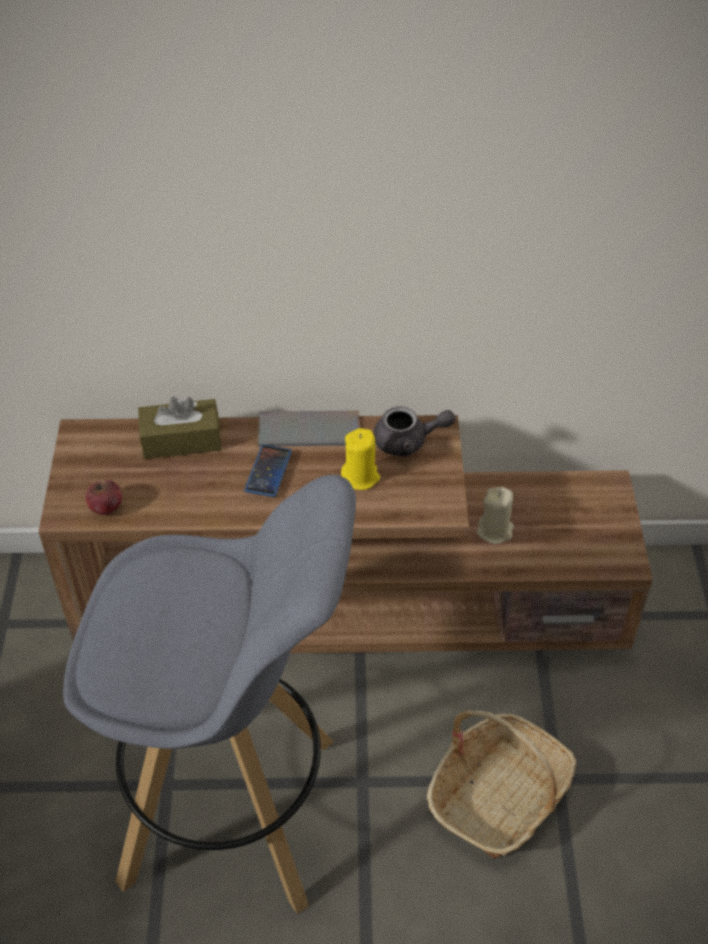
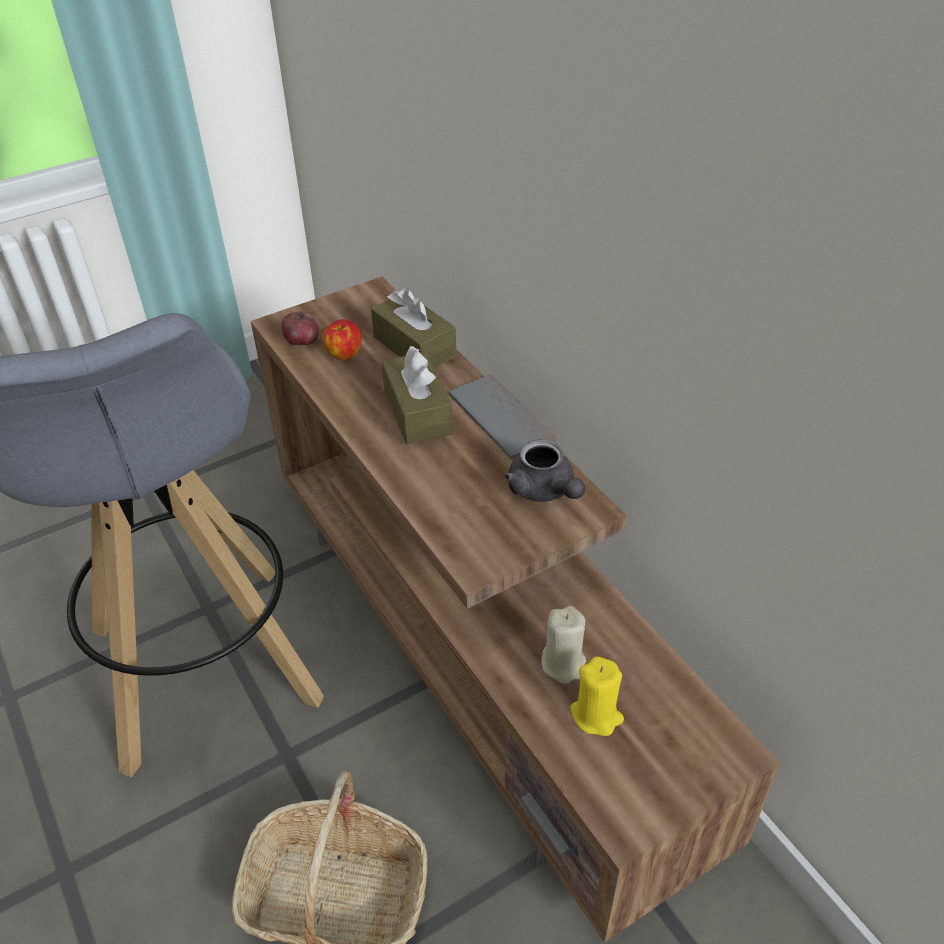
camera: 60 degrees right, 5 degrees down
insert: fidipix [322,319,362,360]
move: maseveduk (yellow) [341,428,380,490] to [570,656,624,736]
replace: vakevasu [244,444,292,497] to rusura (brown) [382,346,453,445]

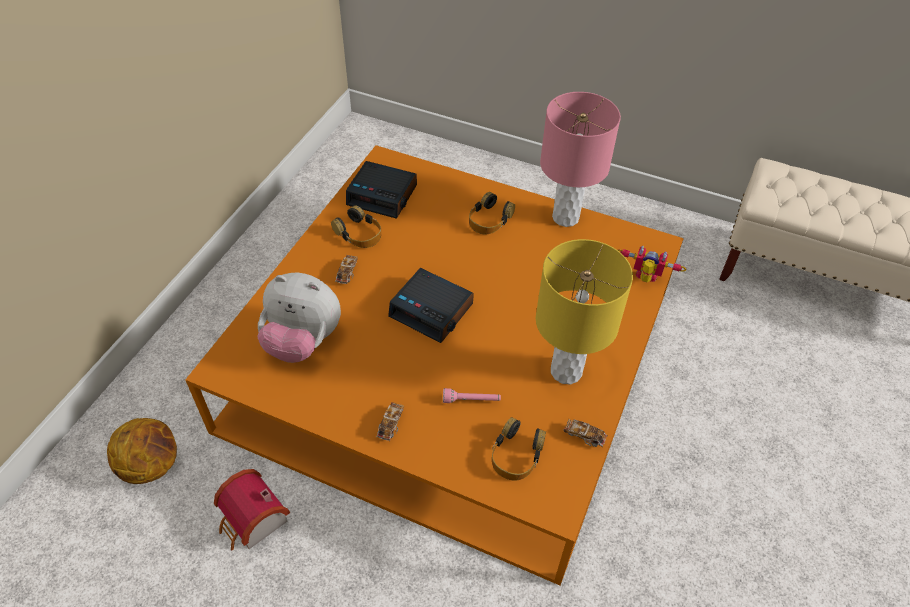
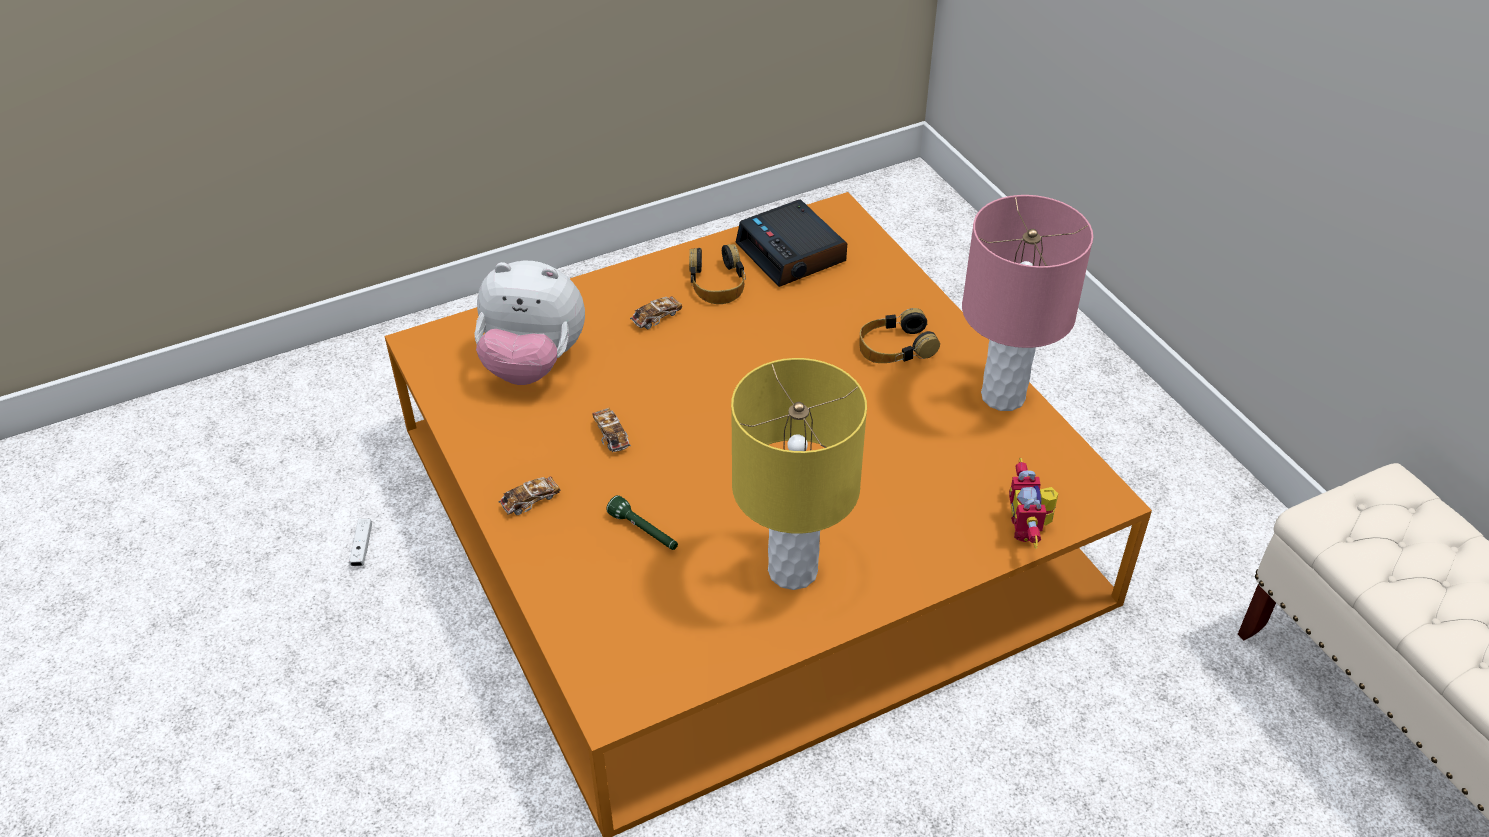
camera: 40 degrees right, 5 degrees down
delete: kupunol [107,418,177,484]; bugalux [388,268,474,343]; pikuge [492,417,546,480]
move: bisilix [563,419,608,447] to [592,408,631,452]
replace: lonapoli [214,469,290,550] to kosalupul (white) [349,519,372,566]
recolor: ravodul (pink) [443,388,501,403] to ravodul (green) [606,495,678,550]
rotate: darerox [257,273,341,363] = [474,261,585,385] 45 degrees counterclockwise; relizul [618,246,686,282] = [1009,458,1058,548] 150 degrees counterclockwise

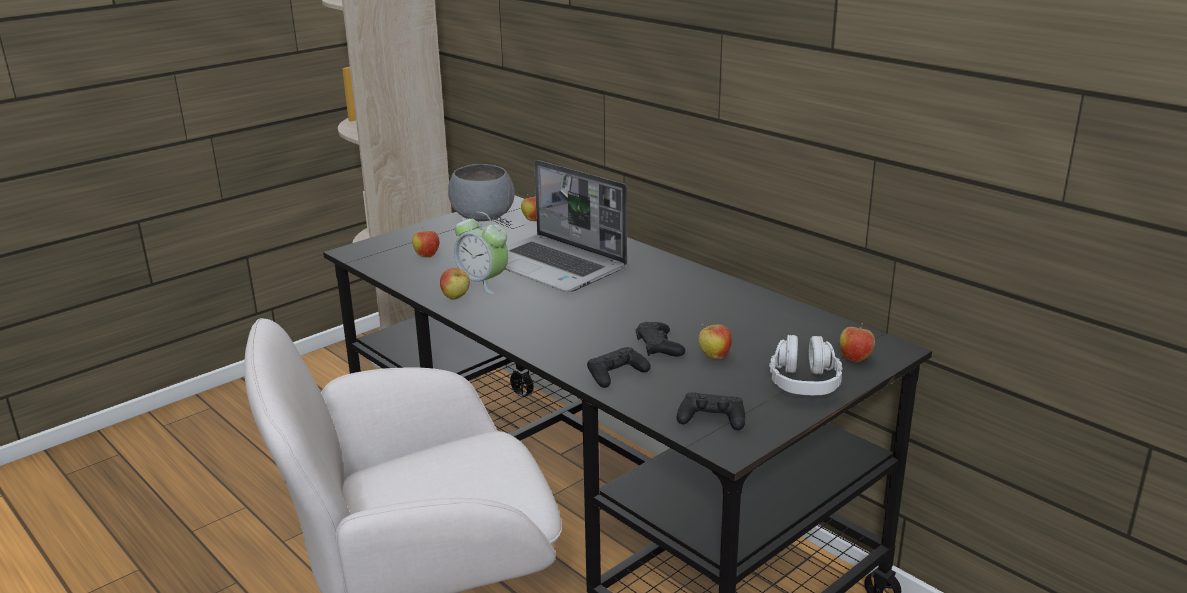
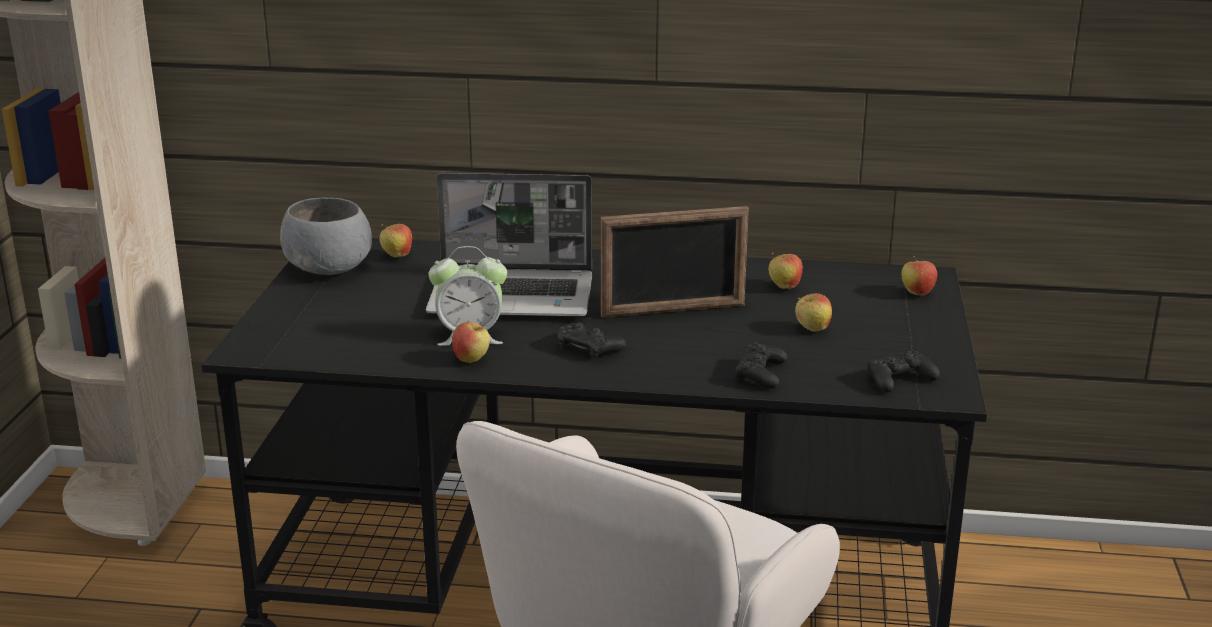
camera: 40 degrees left, 0 degrees up
delete: pikuge (grey) [769,335,842,395]
insert: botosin [601,206,749,318]
move: fidipix [412,227,439,258] to [768,253,803,289]; kosalupul (black) [636,322,685,357] to [557,323,626,359]

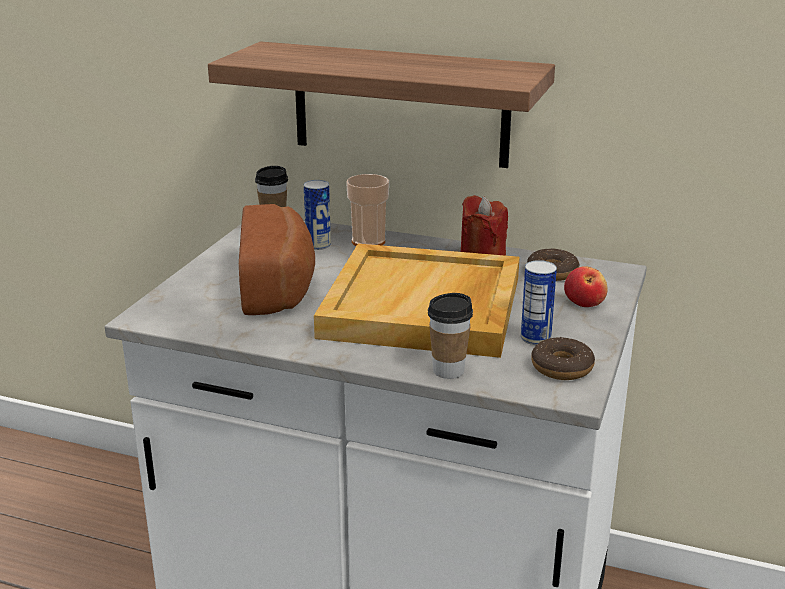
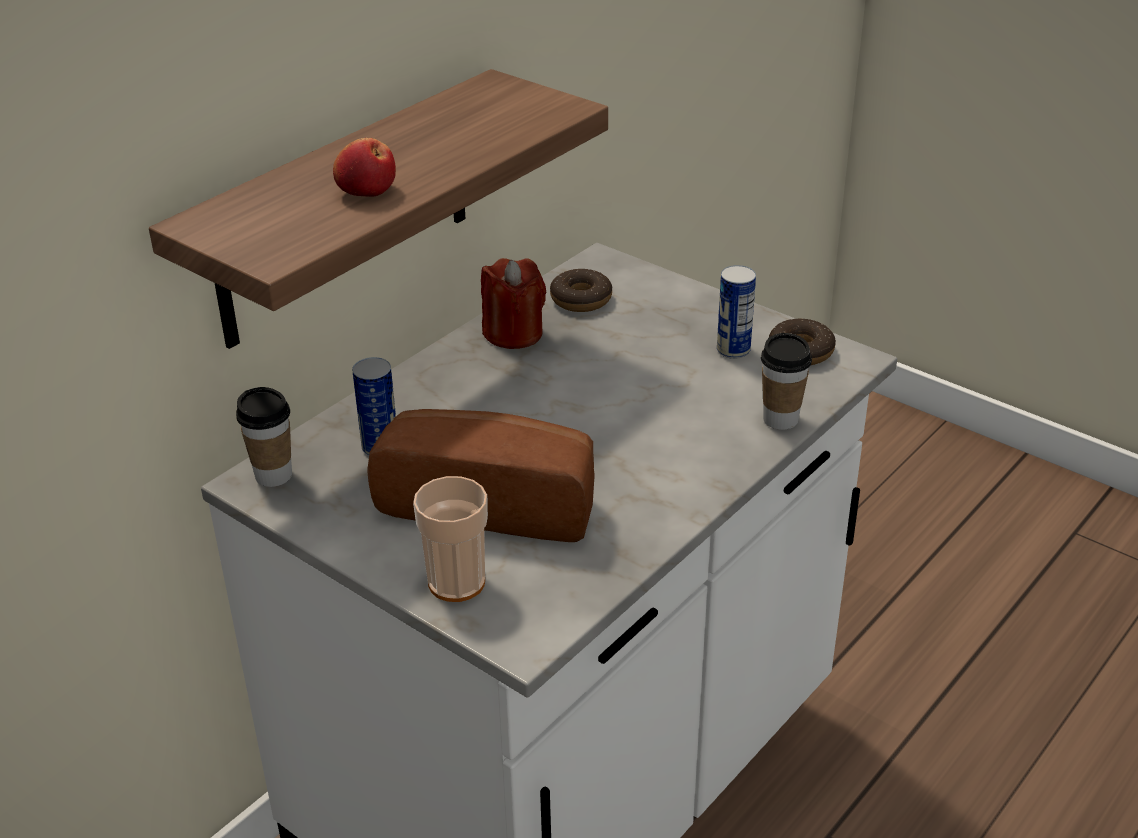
camera: 70 degrees left, 10 degrees up
delete: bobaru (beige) [314,244,520,358]
move: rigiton [346,174,389,246] to [413,476,488,602]; fidipix [564,266,608,307] to [333,138,396,197]

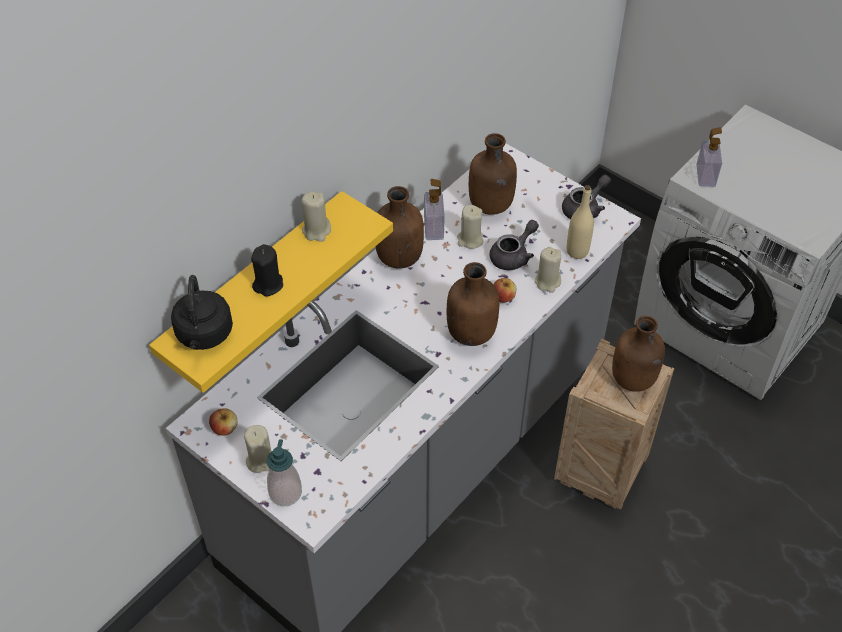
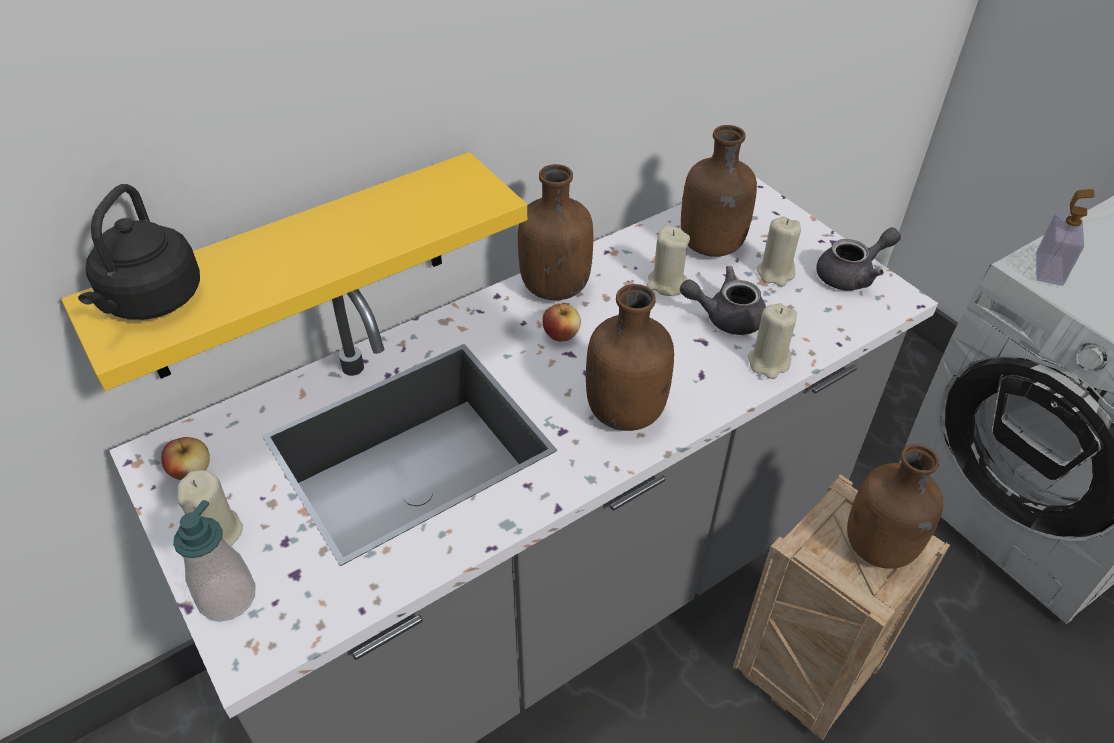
camera: 15 degrees right, 5 degrees down
delete: maseveduk (black) [251,244,283,297]; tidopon [424,179,445,240]; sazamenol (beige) [567,185,594,259]
move: maseveduk (beige) [302,191,331,242] to [757,217,801,287]; fidipix [494,278,517,303] to [542,303,581,341]
rotate: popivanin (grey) [490,220,539,270] = [680,266,766,335] 150 degrees counterclockwise

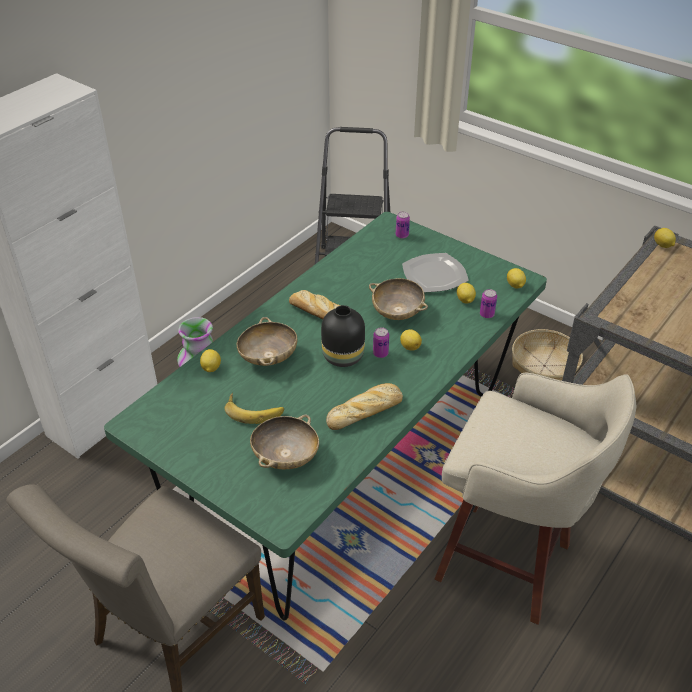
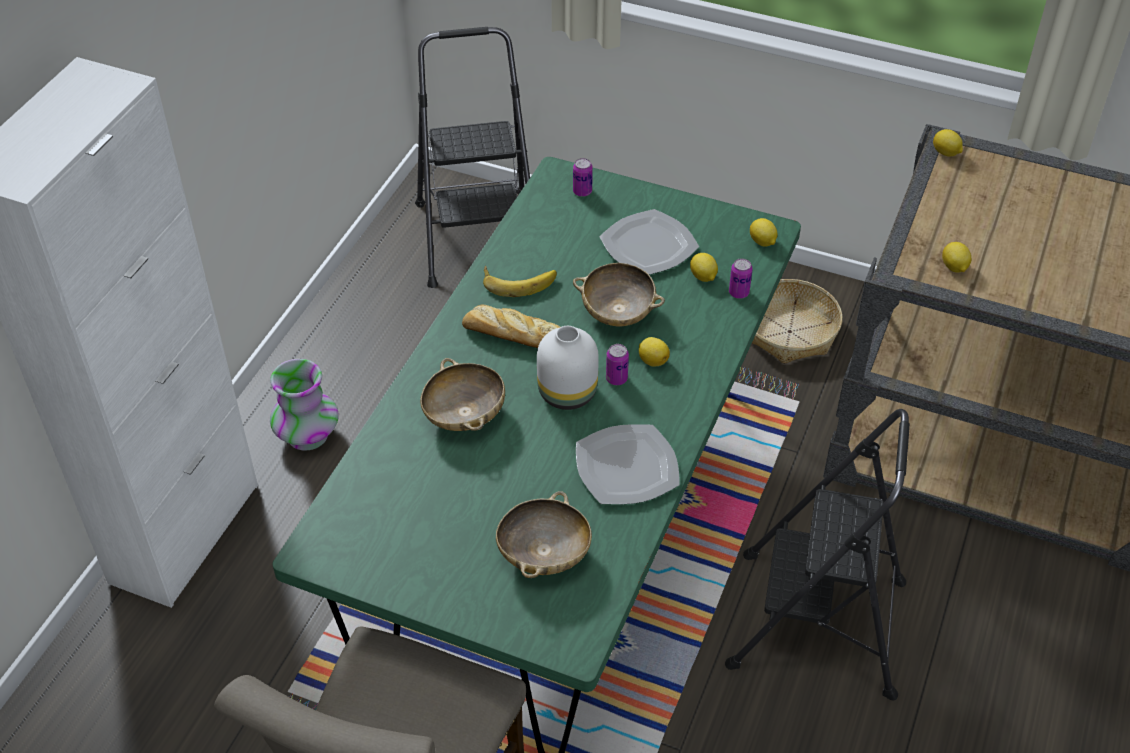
camera: 15 degrees left, 5 degrees up
move: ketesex [200,349,221,372] to [942,242,971,273]; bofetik [224,393,284,424] to [483,266,557,297]
replace: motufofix [326,383,403,430] to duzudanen [576,424,680,504]; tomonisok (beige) [435,373,636,625] to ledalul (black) [725,409,910,700]
recolor: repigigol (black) [321,305,365,367] to repigigol (white) [537,326,599,410]

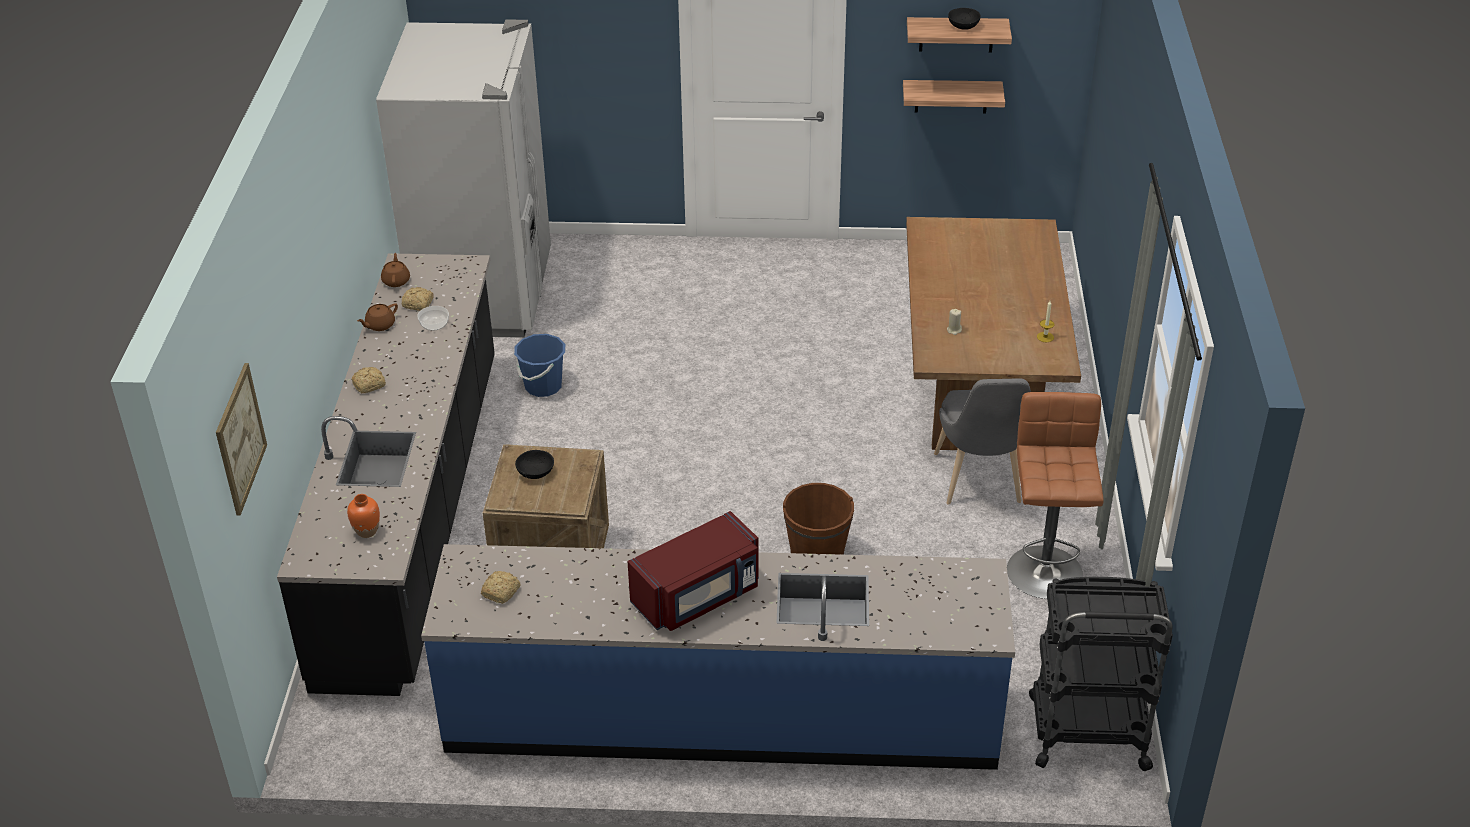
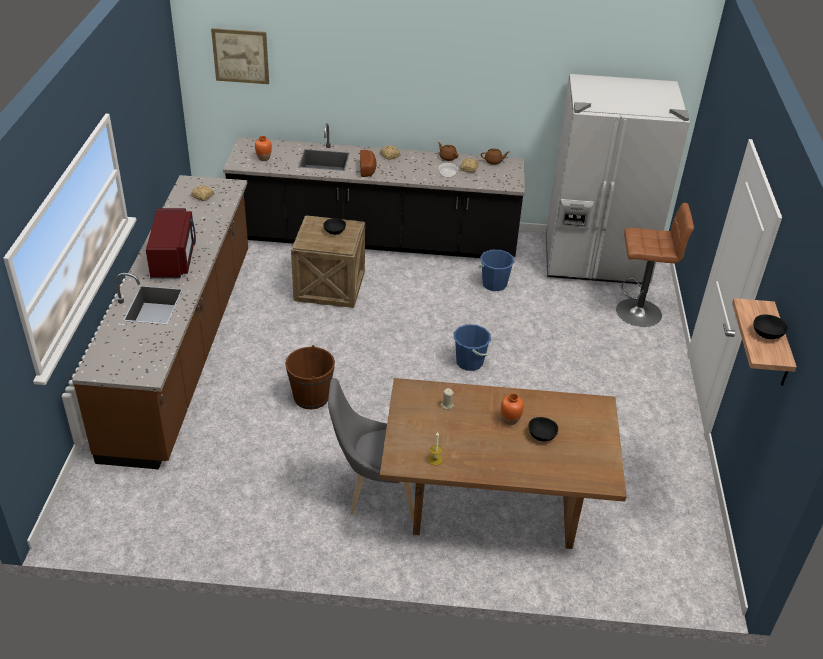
camera: 90 degrees right, 0 degrees up
delete: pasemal [903,80,1005,114]; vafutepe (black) [1029,577,1173,771]
insert: motufofix [360,150,377,177]; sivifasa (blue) [453,324,491,371]; repigigol (orange) [501,393,524,425]; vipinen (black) [528,417,558,442]
move: tomonisok (brown) [1007,392,1104,599] to [616,203,694,327]
recolor: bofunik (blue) [421,544,1015,770] to bofunik (brown) [72,175,248,469]
rotate: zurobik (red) [627,511,759,631] = [146,208,196,278] 150 degrees counterclockwise

